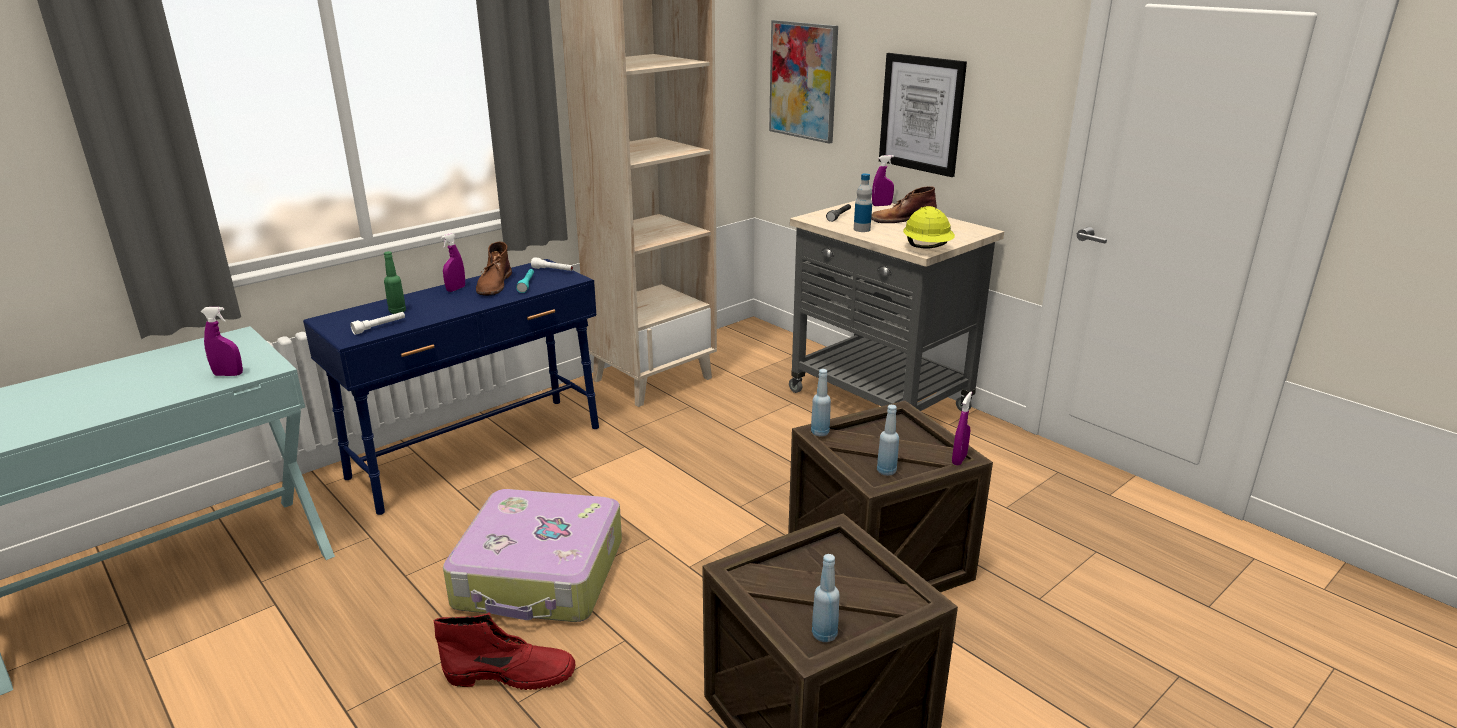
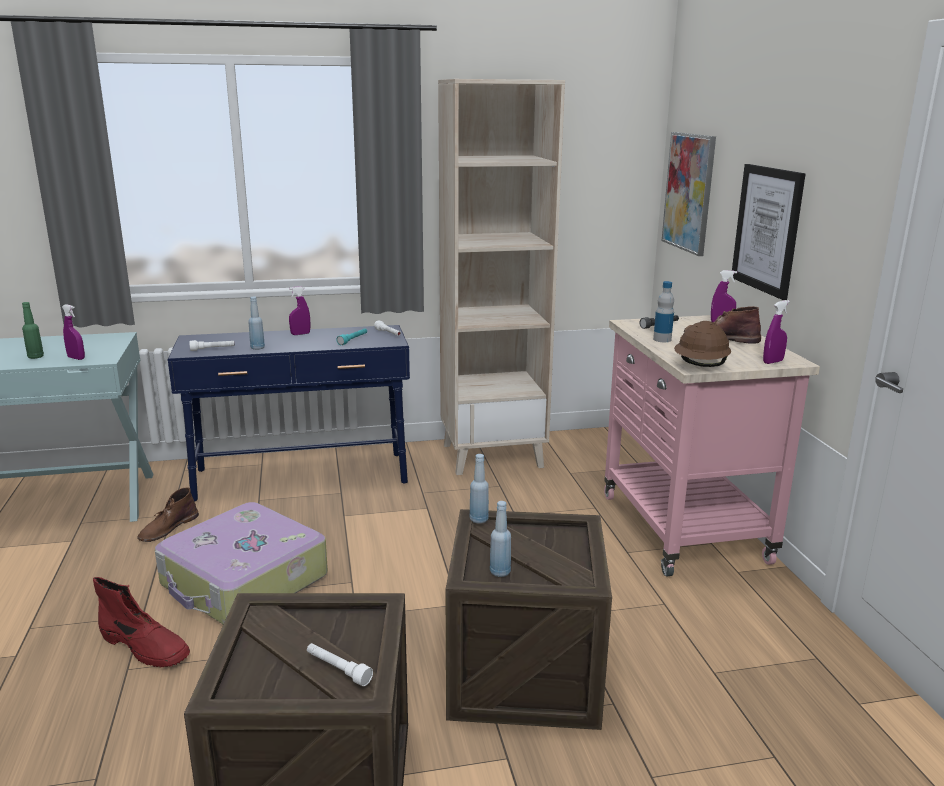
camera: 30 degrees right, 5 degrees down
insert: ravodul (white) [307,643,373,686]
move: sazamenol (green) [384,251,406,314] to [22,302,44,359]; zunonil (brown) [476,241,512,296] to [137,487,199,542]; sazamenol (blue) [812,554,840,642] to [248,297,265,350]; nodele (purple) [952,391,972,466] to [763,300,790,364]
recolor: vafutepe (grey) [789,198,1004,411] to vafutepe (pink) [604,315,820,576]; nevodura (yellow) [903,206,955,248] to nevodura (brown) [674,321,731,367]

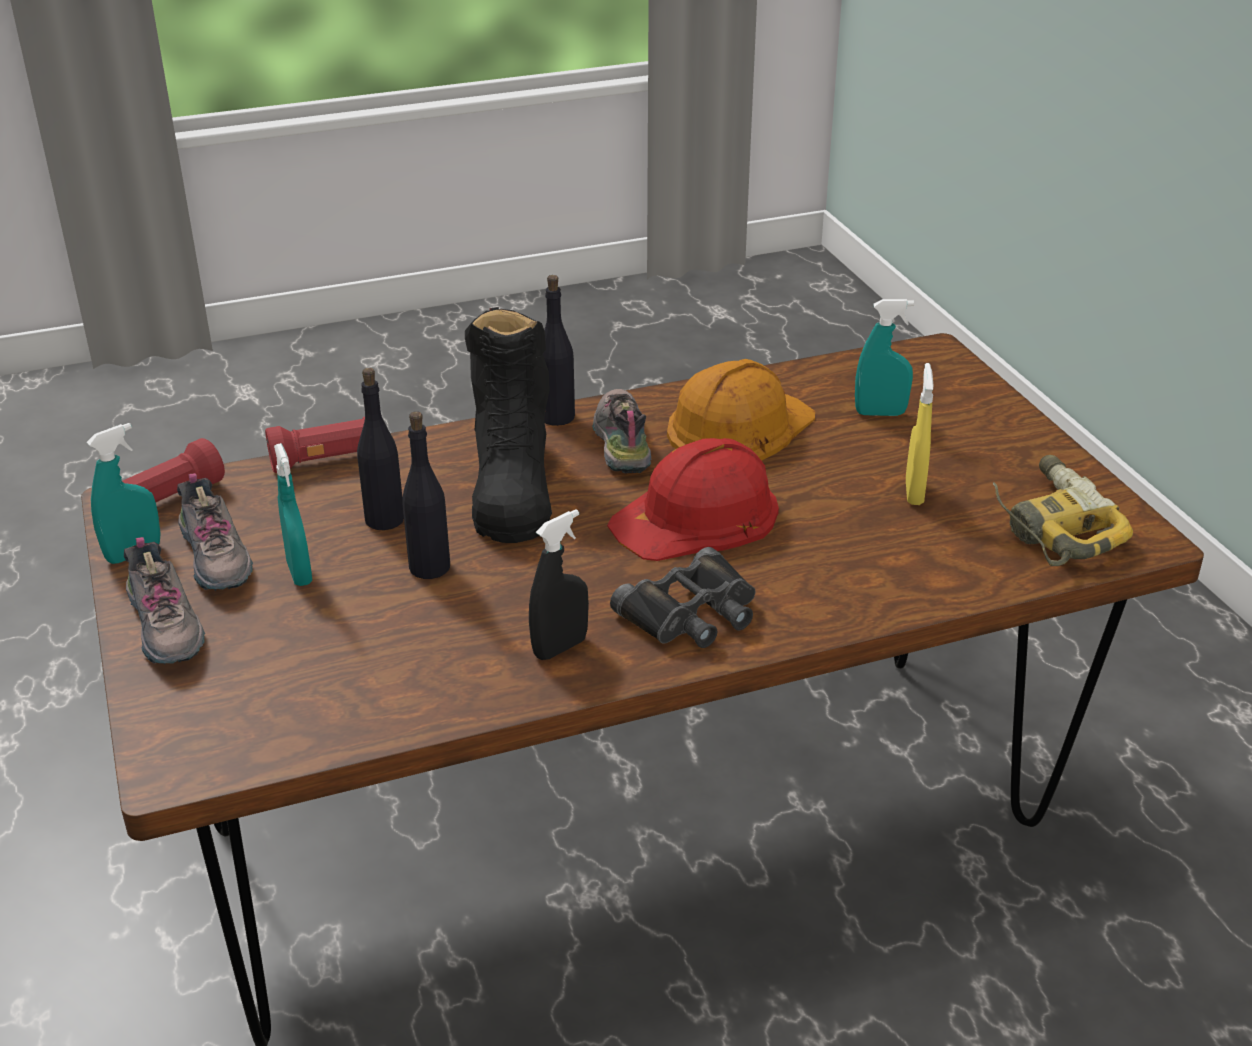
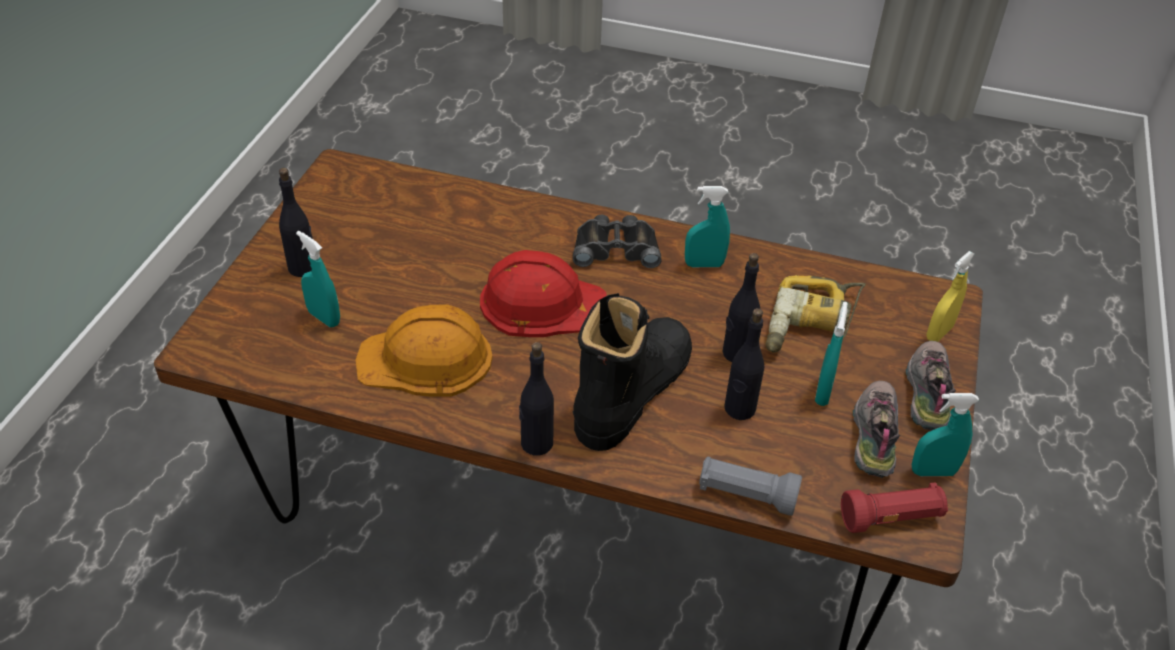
camera: 145 degrees left, 10 degrees up
delete: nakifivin [592,389,651,473]
insert: sazamenol (black) [279,168,313,277]
move: nodele (yellow) [906,363,933,505] to [927,251,974,342]; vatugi [993,455,1133,566] to [765,275,866,352]
recolor: ravodul (red) [265,417,365,473] to ravodul (grey) [699,456,802,516]; nodele (black) [529,509,589,660] to nodele (turquoise) [685,186,730,267]

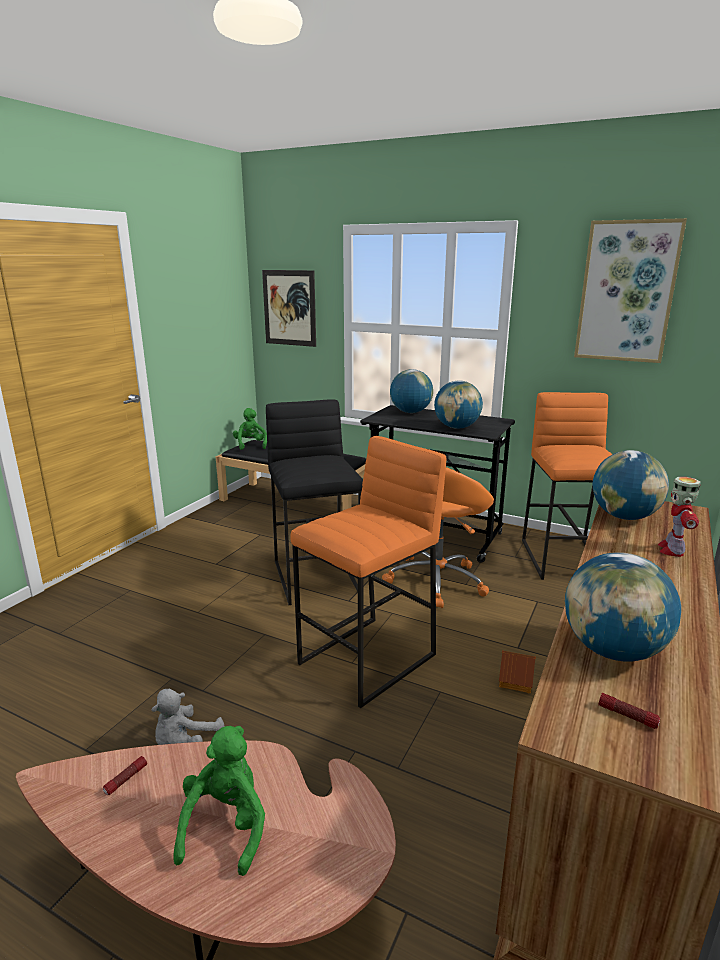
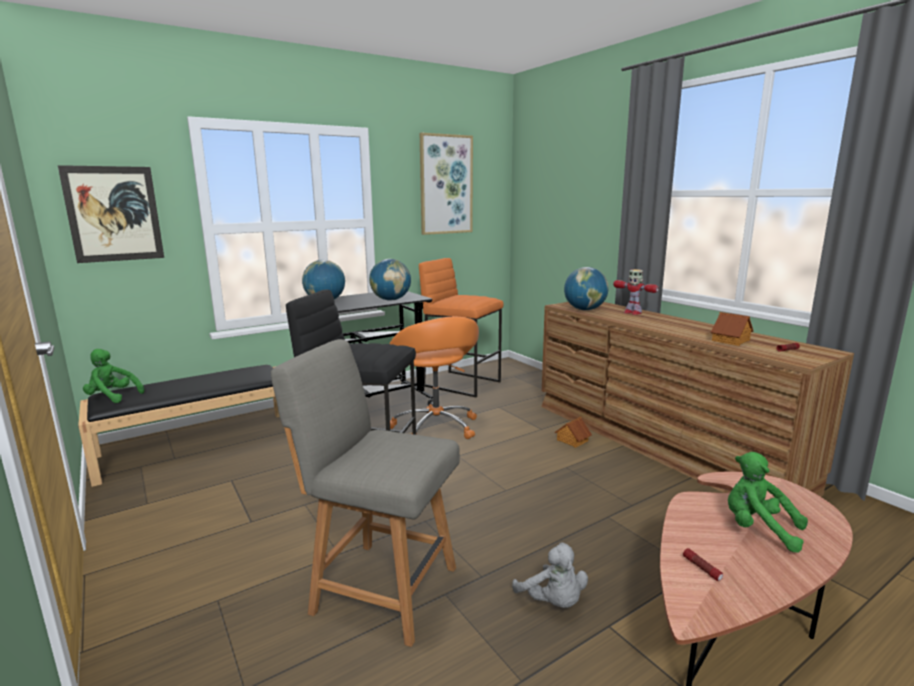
camera: 60 degrees left, 5 degrees down
delete: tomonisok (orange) [290,436,446,708]
insert: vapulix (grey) [271,339,460,647]
replace: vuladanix [565,552,681,661] to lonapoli [711,312,753,346]

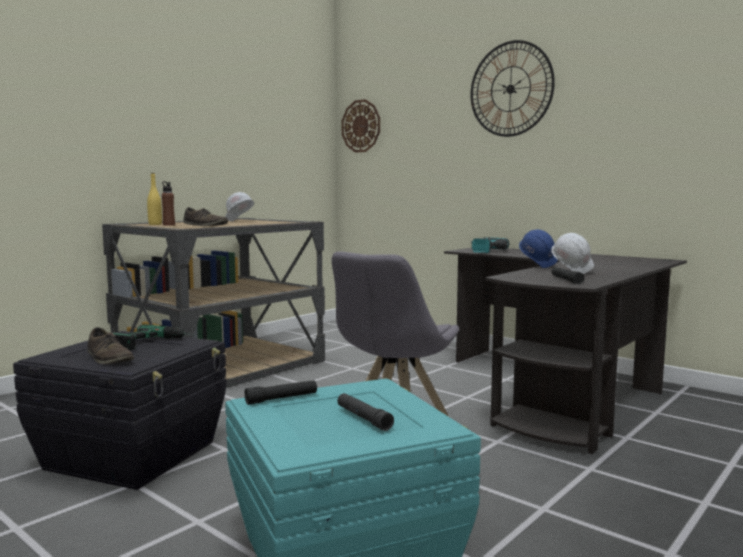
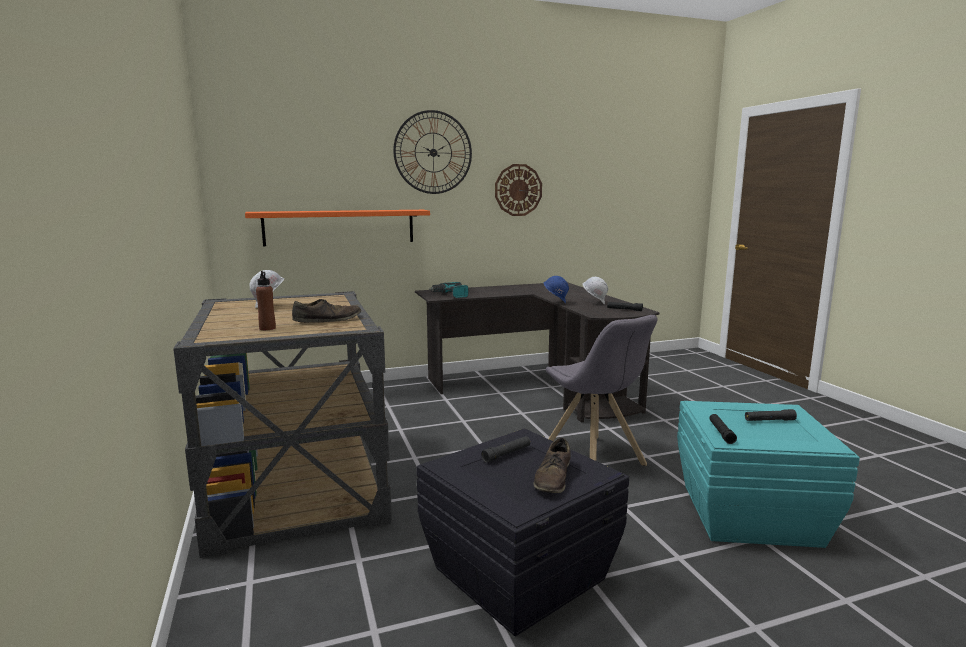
camera: 60 degrees left, 5 degrees up
delete: sazamenol (yellow) [147,173,162,225]
insert: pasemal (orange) [245,210,430,246]
move: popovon [342,99,380,152] to [495,164,542,216]
replace: vatugi [111,324,194,350] to ravodul (black) [481,436,530,463]
rotate: nakifivin (brown) [88,327,134,364] = [533,438,571,493] 120 degrees clockwise

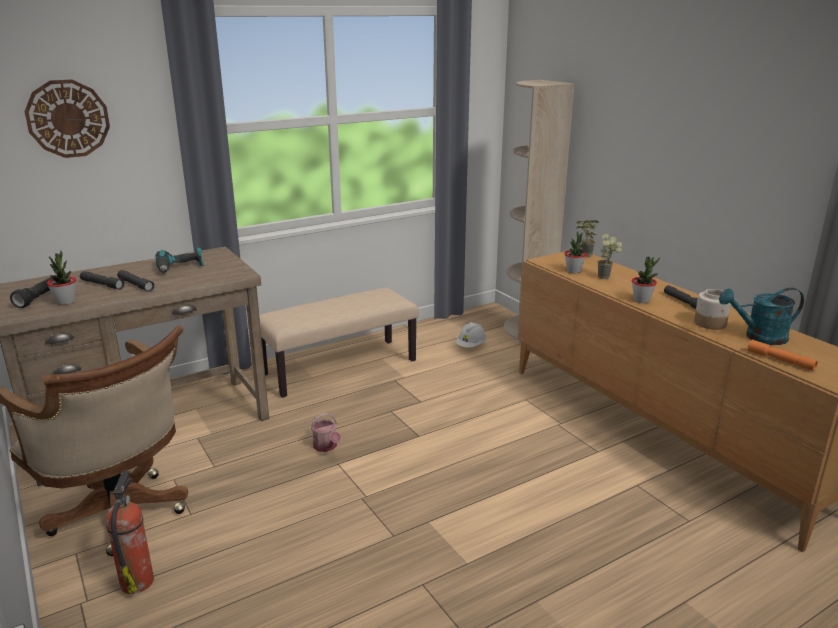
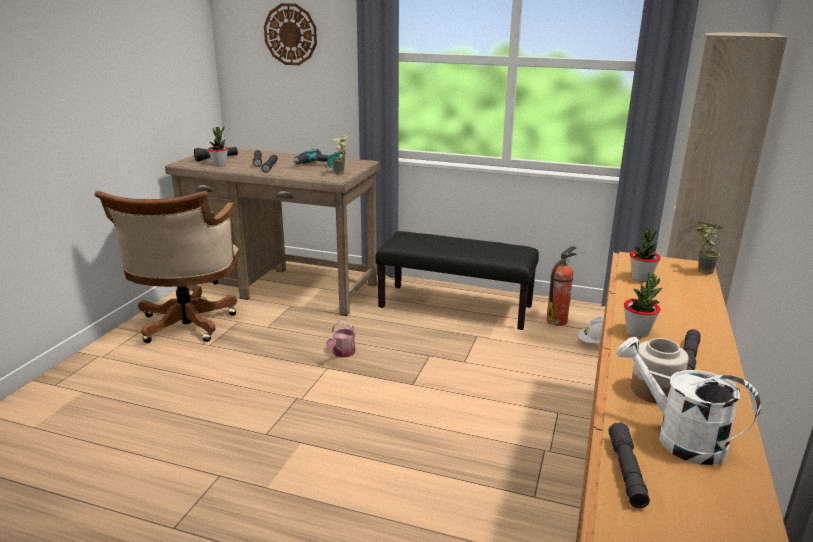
camera: 50 degrees right, 0 degrees up
move: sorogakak [105,470,154,594] to [546,246,577,326]; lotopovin [598,233,622,279] to [331,133,348,175]
recolor: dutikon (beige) [259,287,418,398] to dutikon (black) [375,231,539,330]; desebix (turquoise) [719,288,804,345] to desebix (white) [616,337,761,465]; ravodul (orange) [747,339,818,371] to ravodul (grey) [608,422,650,508]

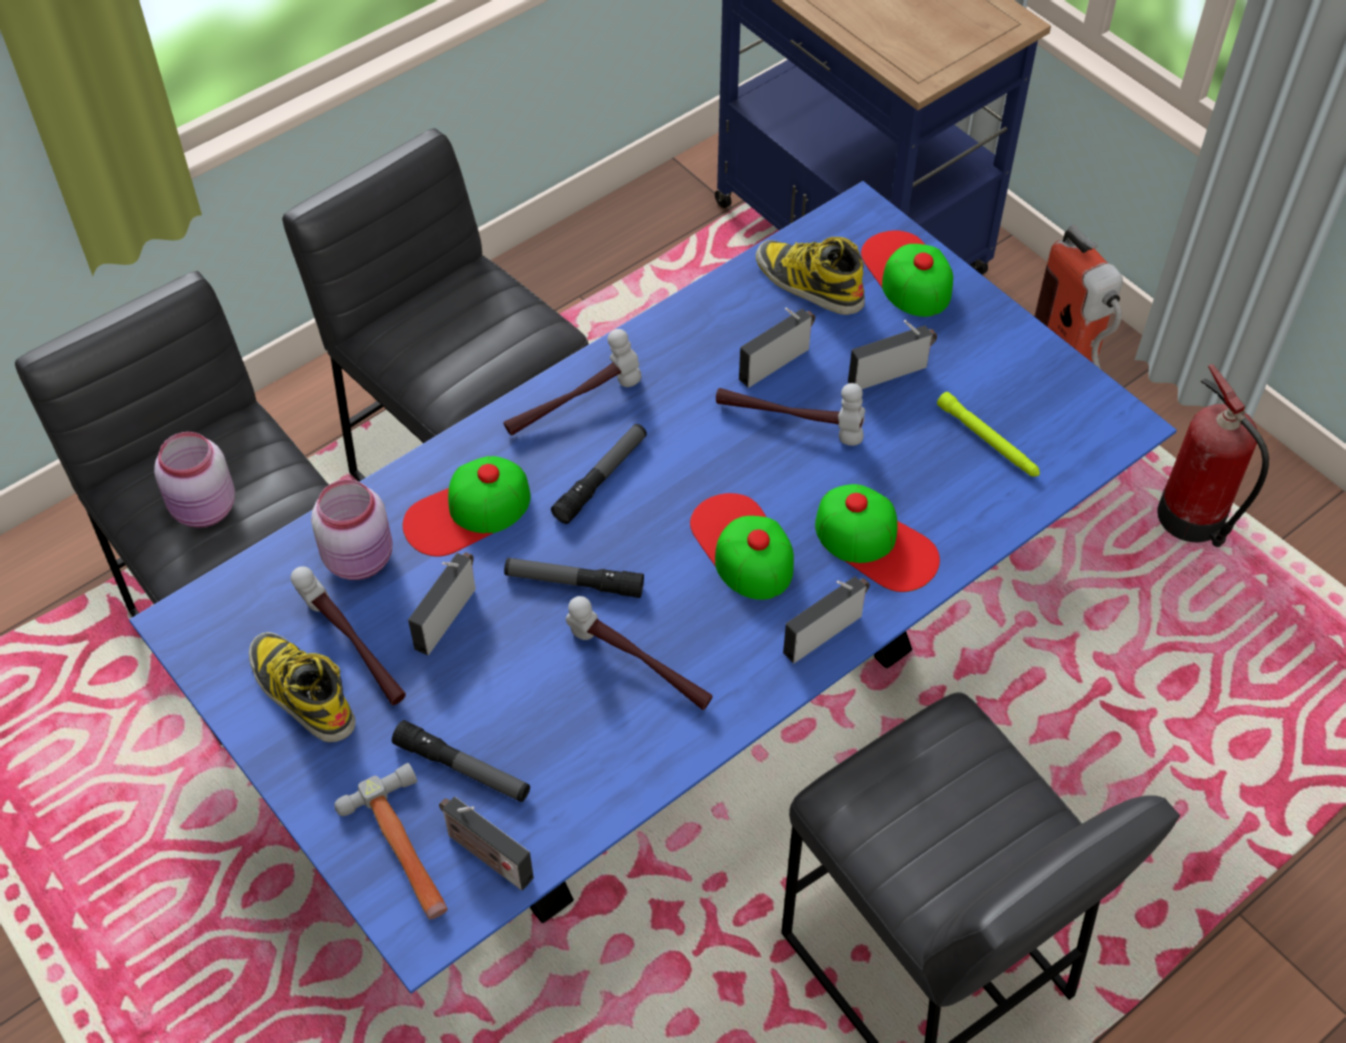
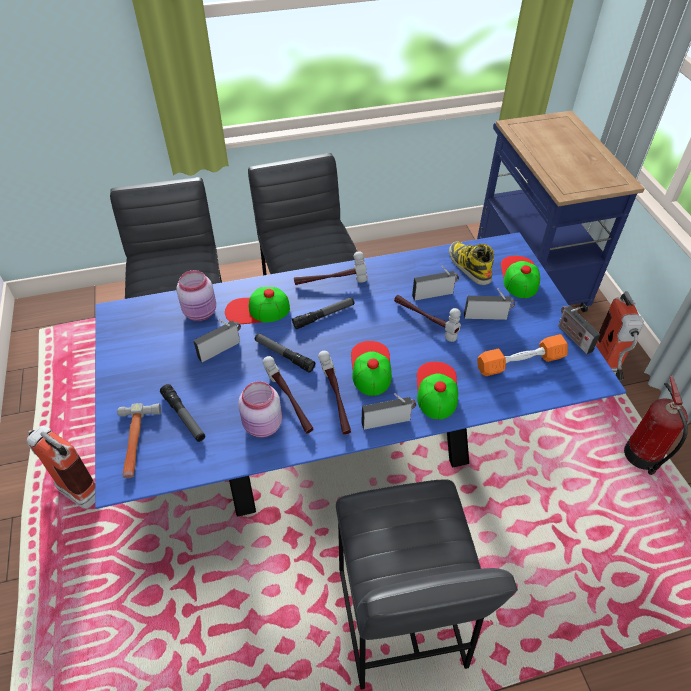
camera: 25 degrees right, 5 degrees down
delete: zunonil [249,632,355,742]
insert: sorogakak [27,426,95,509]
move: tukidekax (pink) [154,432,235,528] to [238,381,282,437]; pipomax [291,566,406,705] to [318,351,351,435]; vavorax [439,797,534,891] to [558,306,600,354]
replace: ravodul (green) [937,392,1040,477] to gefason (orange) [477,334,568,376]
rotate: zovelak [815,484,940,592] = [417,362,458,420] 150 degrees counterclockwise

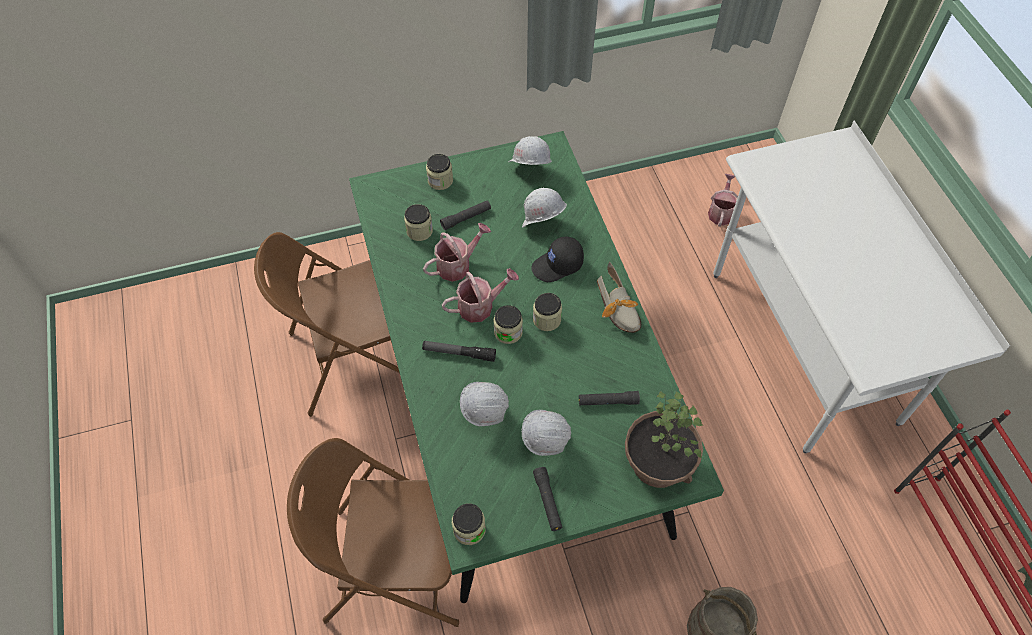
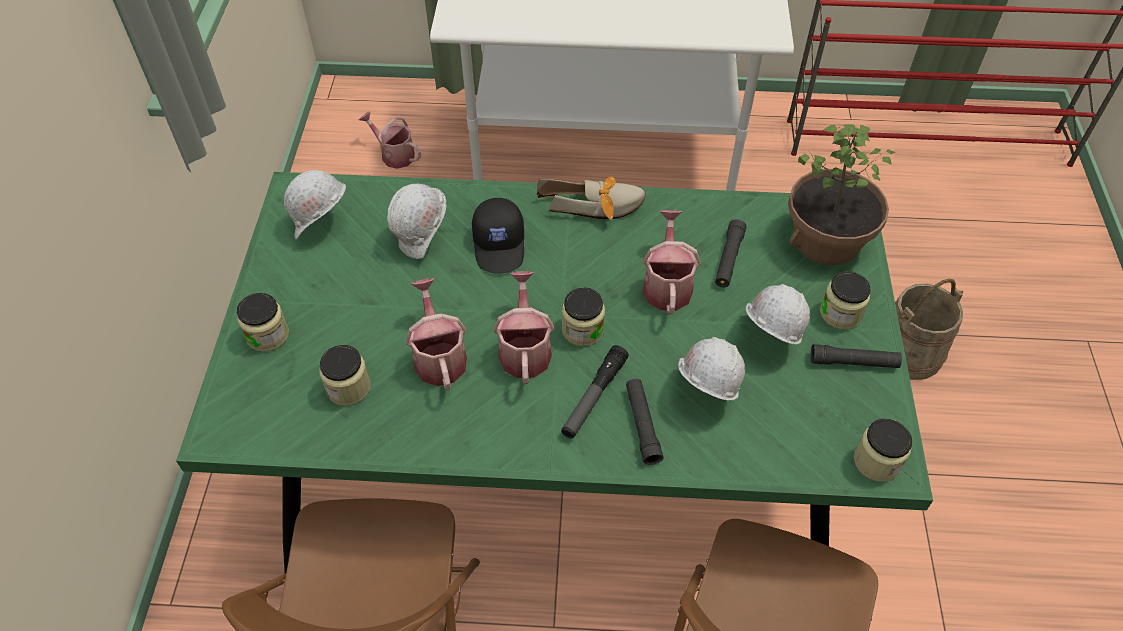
camera: 70 degrees left, 5 degrees down
insert: desebix [643,210,701,315]
move: ravodul (black) [440,200,491,230] to [626,379,664,465]; tukidekax [533,293,562,331] to [820,271,871,329]

